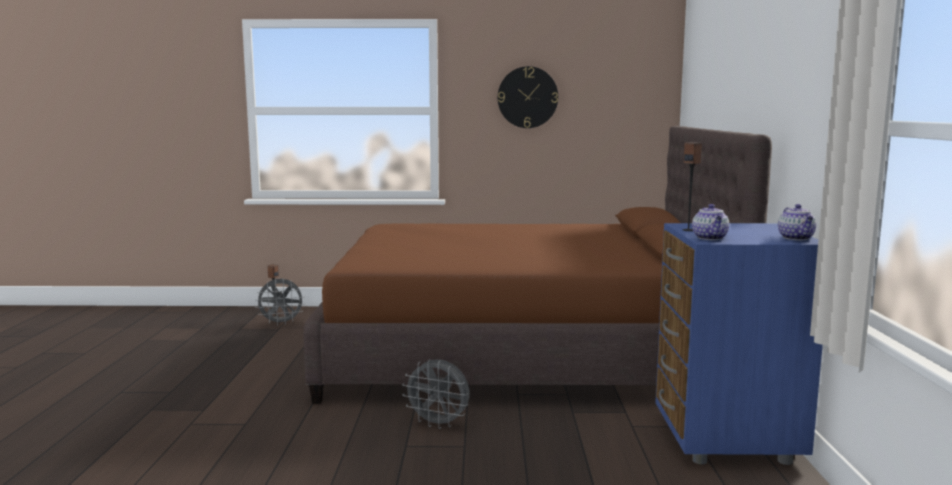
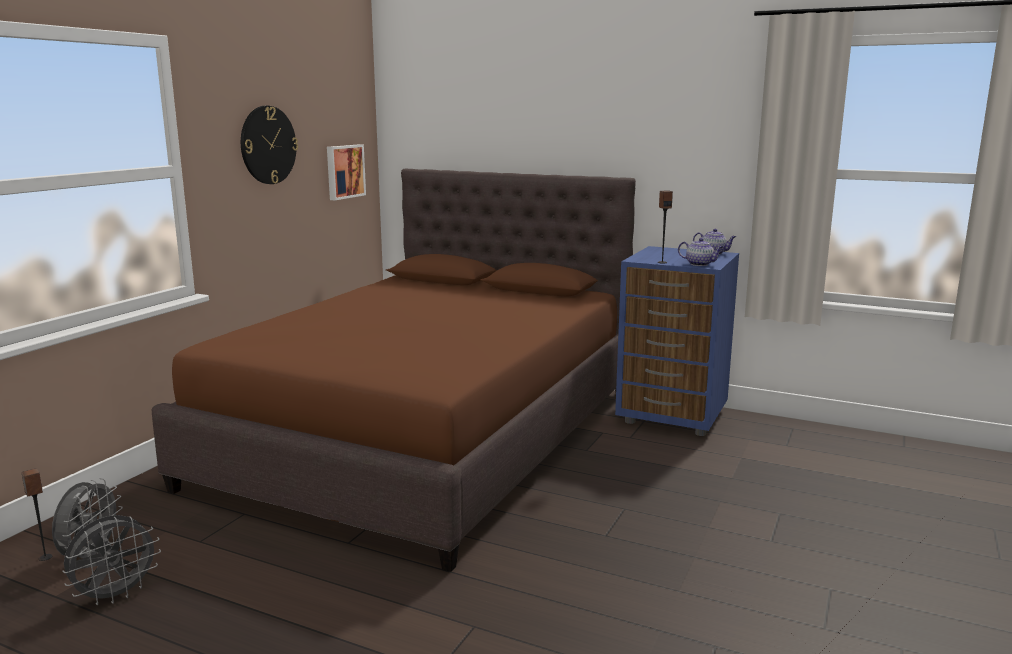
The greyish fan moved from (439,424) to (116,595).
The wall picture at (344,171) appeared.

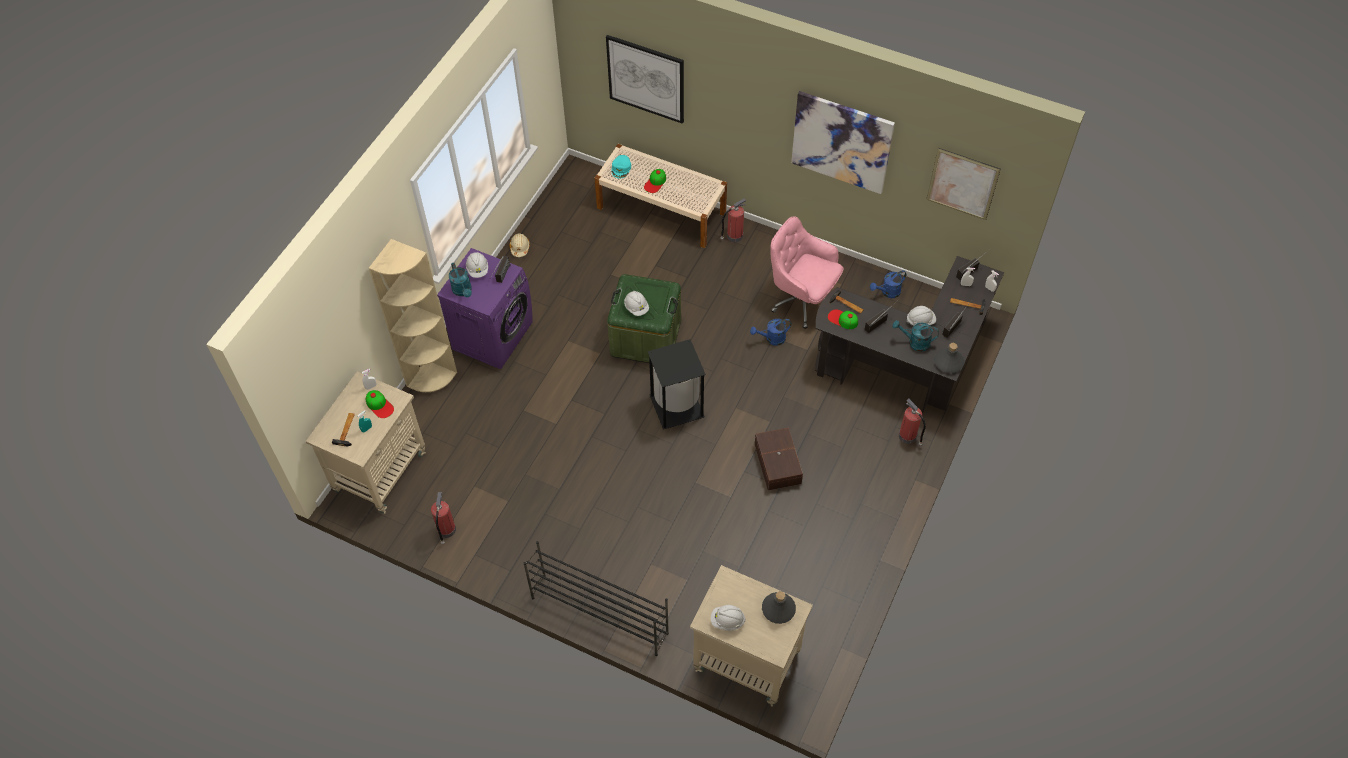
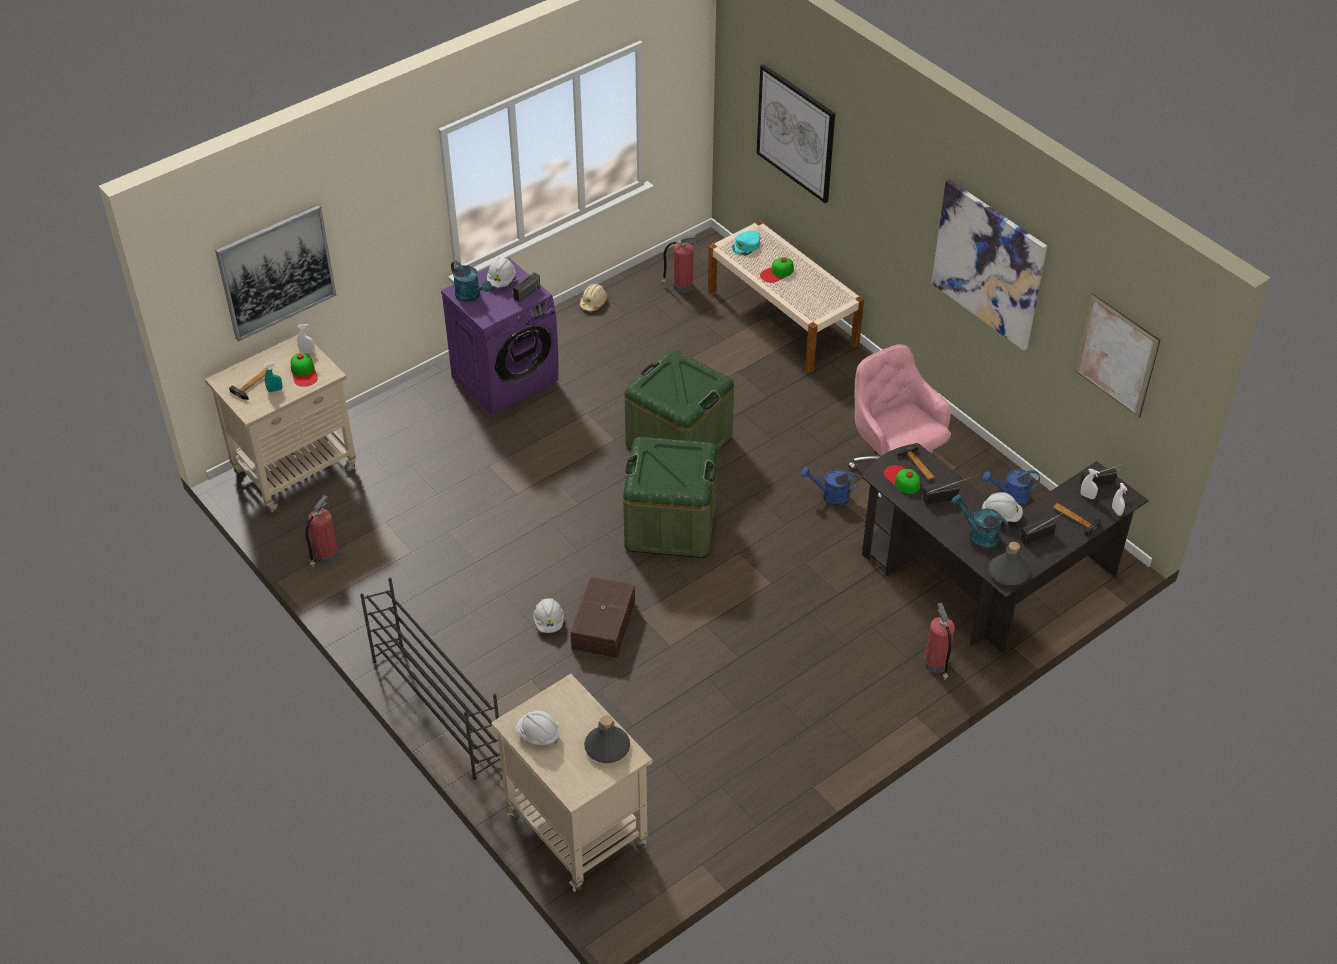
The wall picture at (276,272) appeared.
The blue-green watering can at (463,291) turned 45 degrees counterclockwise.
The white hard hat moved from (636,307) to (549,622).
The brown storage container moved from (777,464) to (602,626).
The blackish trash can at (677,405) was replaced by the green-coloured storage container at (670,525).
The fire extinguisher moved from (734,236) to (681,286).
The sand-coloured bookcase at (432,381) disappeared.

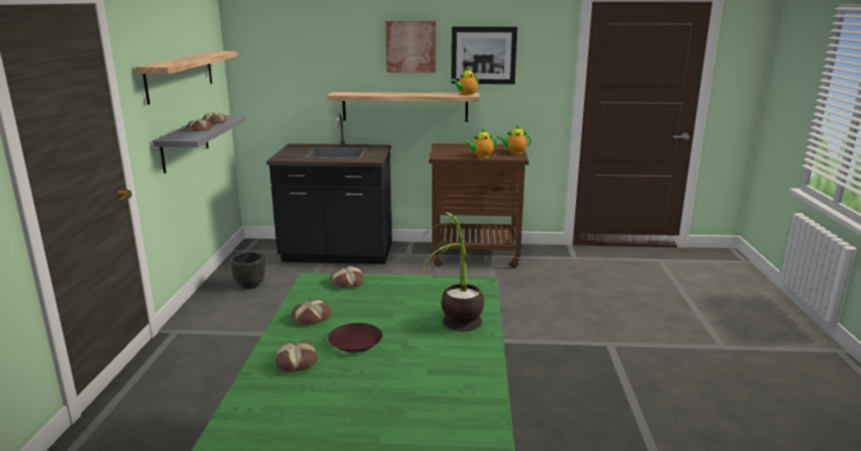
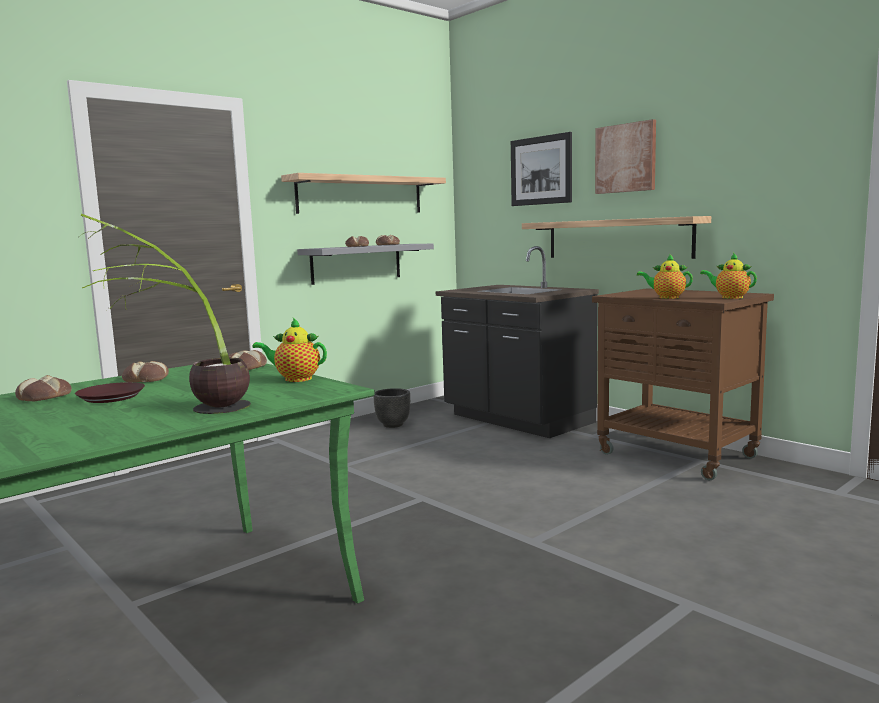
The tea pot moved from (466,95) to (295,379).
The wall picture moved from (483,55) to (541,170).

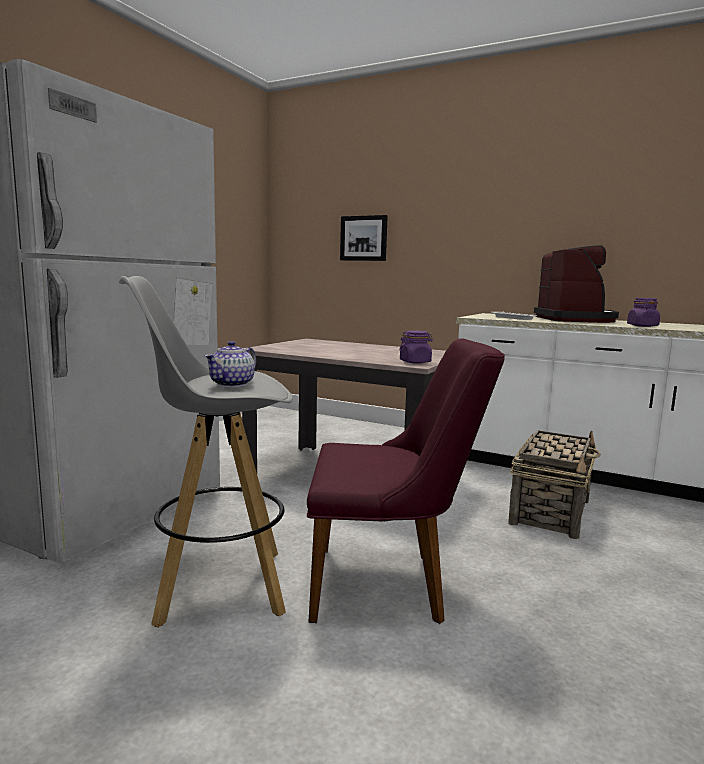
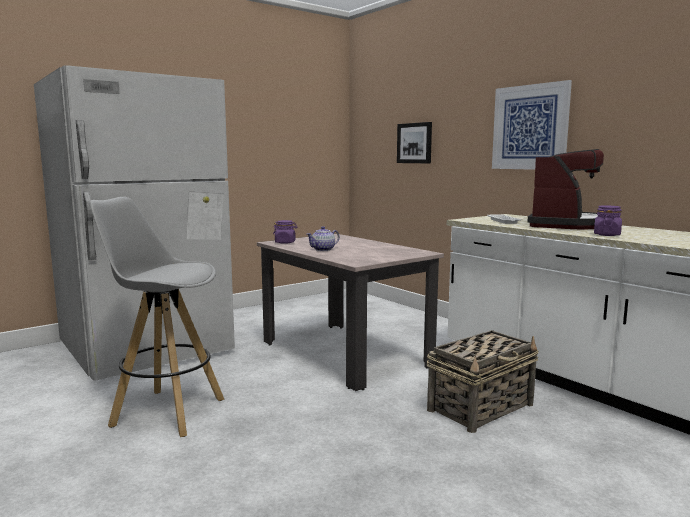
The purple preserve jar moved from (415,362) to (285,242).
The tea pot moved from (232,384) to (323,249).
The wall picture at (530,127) appeared.
The purple chair at (391,585) disappeared.

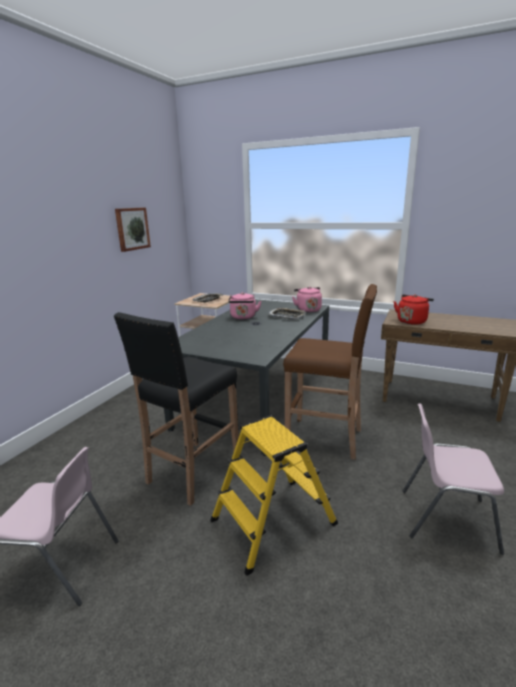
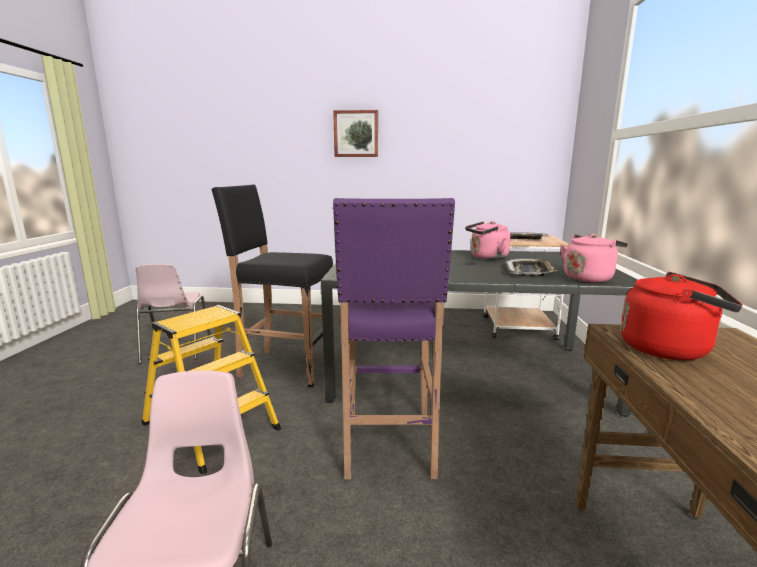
The wall picture moved from (132,229) to (356,134).
The brown stool at (326,438) became the purple stool at (389,443).

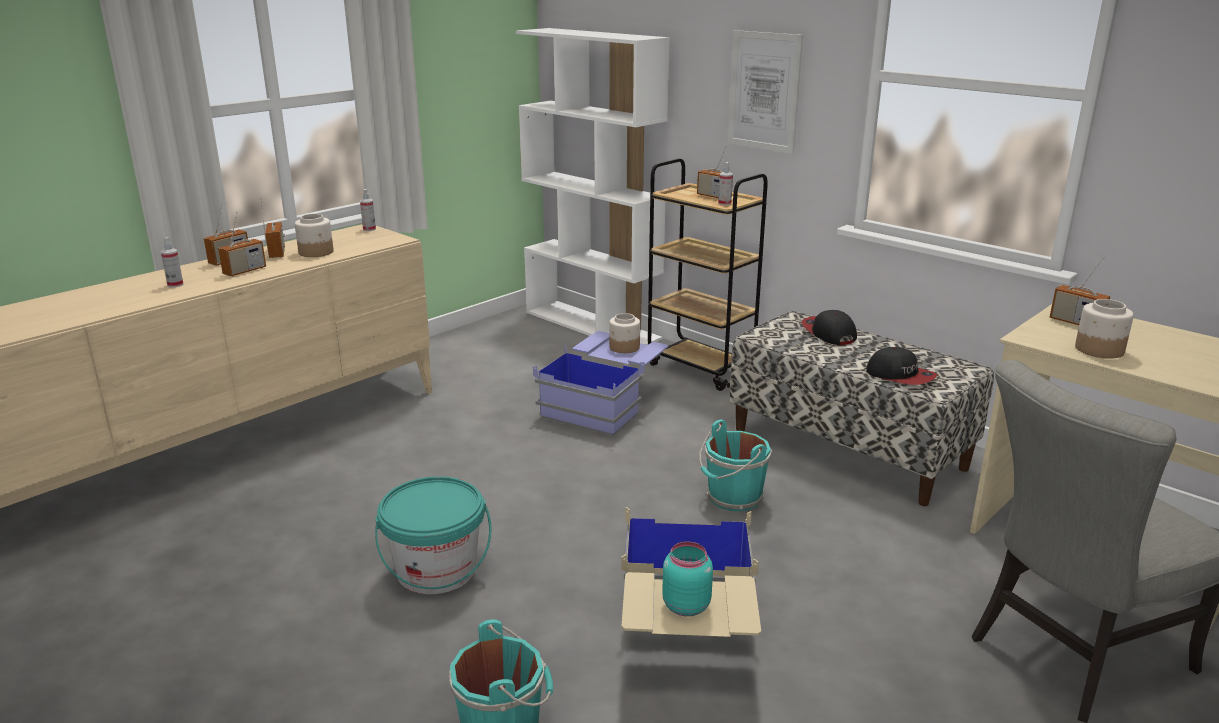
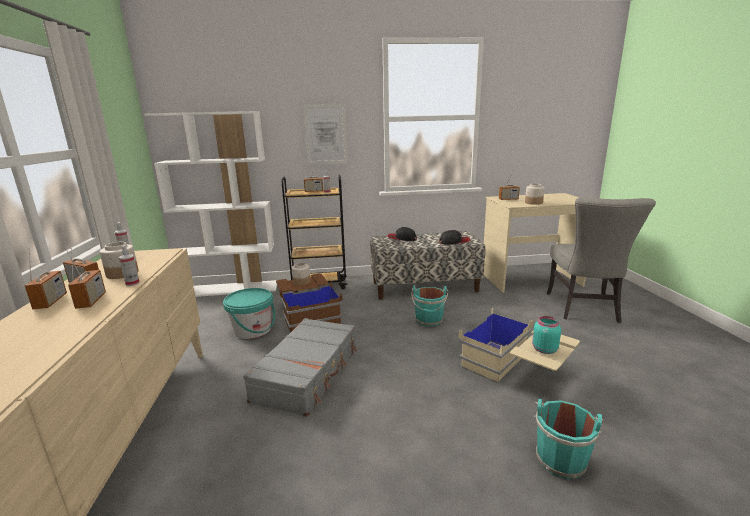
The sprayer moved from (175,285) to (132,283).
The blue-green water bucket moved from (436,570) to (252,330).
The greyish piece of luggage at (308,374) appeared.
The blue-coloured storage container at (605,404) became the brown storage container at (308,315).

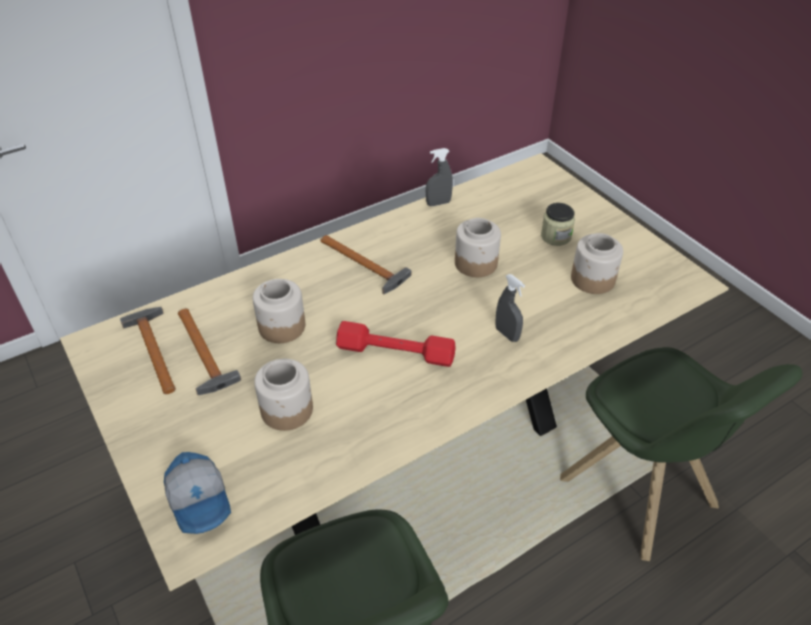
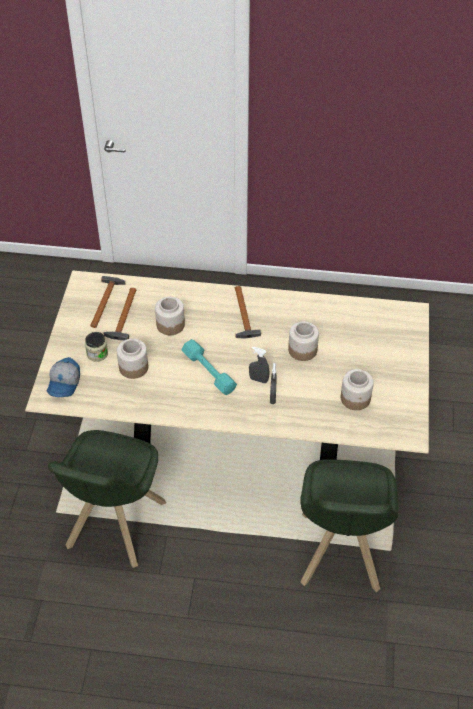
The preserve jar moved from (555,236) to (97,353).
The red-coloured free weight at (395,352) became the blue-green free weight at (209,371).
The greyish sprayer moved from (438,203) to (258,380).

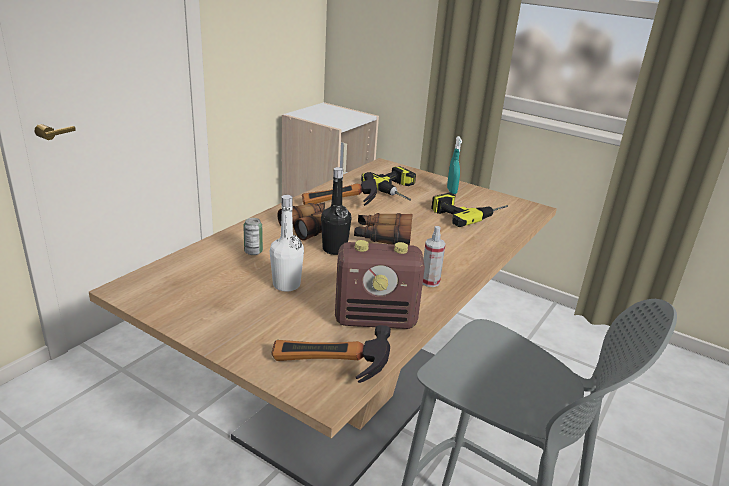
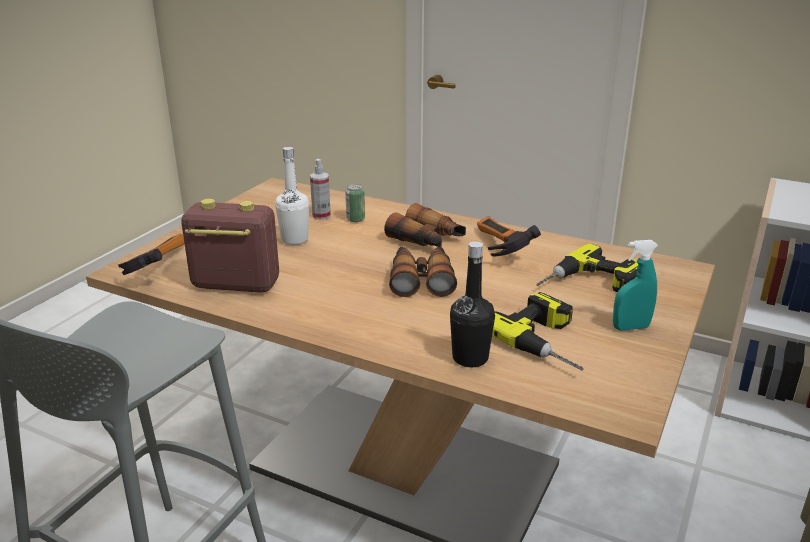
The radio at (376,320) turned 105 degrees clockwise.
The sprayer moved from (430,282) to (321,216).
The blackish beverage bottle moved from (334,249) to (470,358).

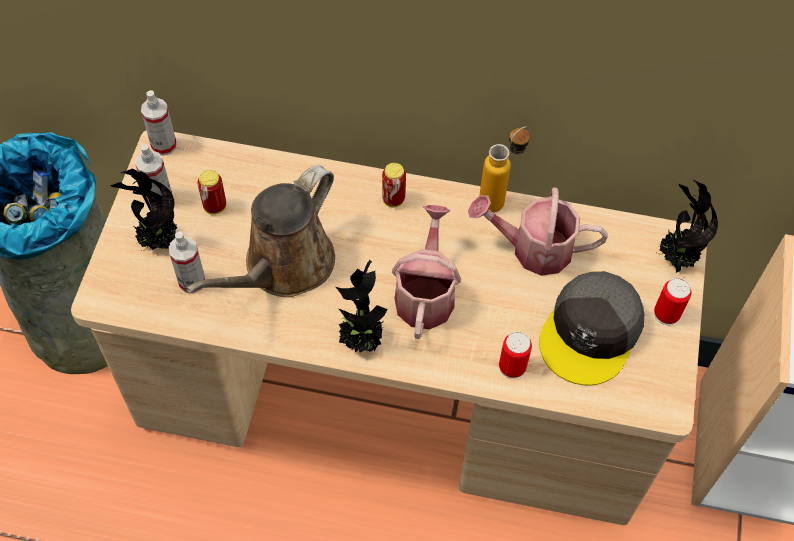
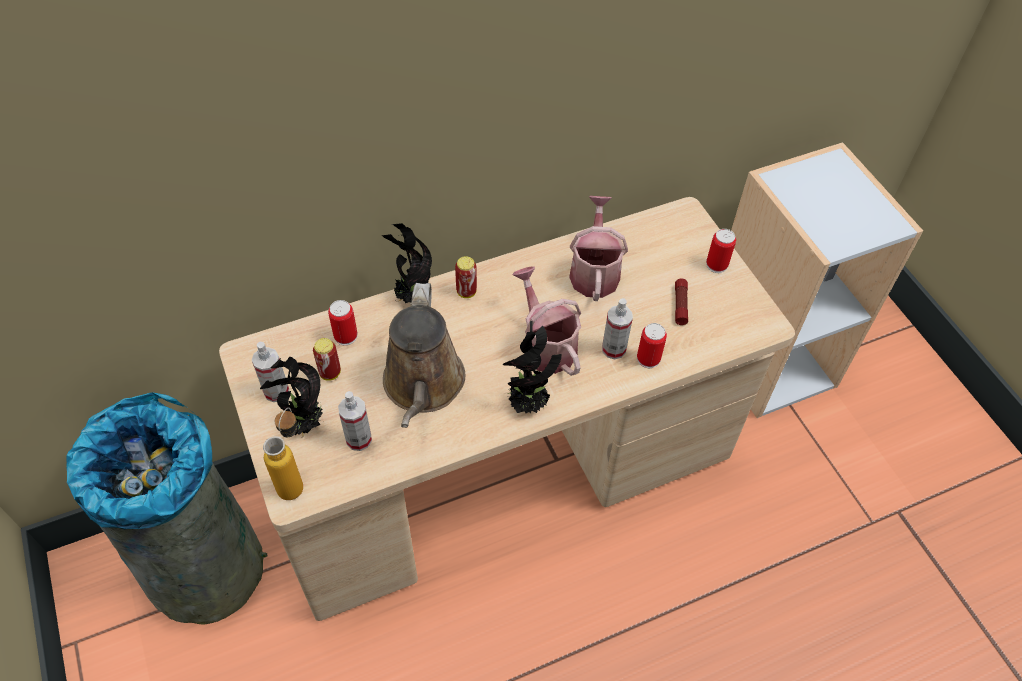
The beverage bottle moved from (499,198) to (295,479).
The sealed can at (345,336) appeared.
The potted plant moved from (674,257) to (411,298).
The watering can at (533,249) turned 120 degrees clockwise.
The sprayer moved from (164,145) to (613,349).
The greyish cap at (591,333) was replaced by the torch at (680,305).

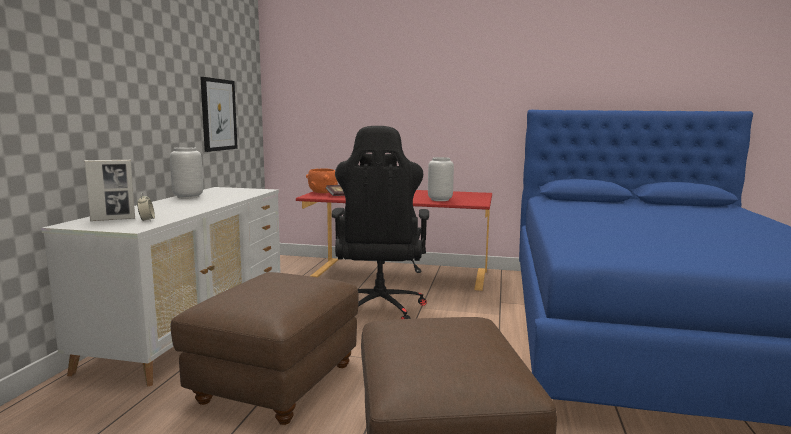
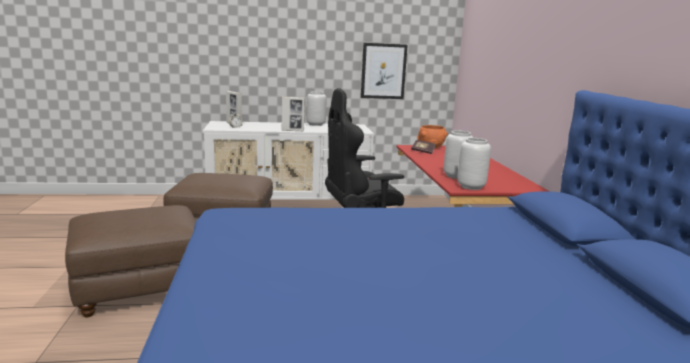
The standing frame at (292,131) appeared.
The greyish decorative vase at (470,186) appeared.

